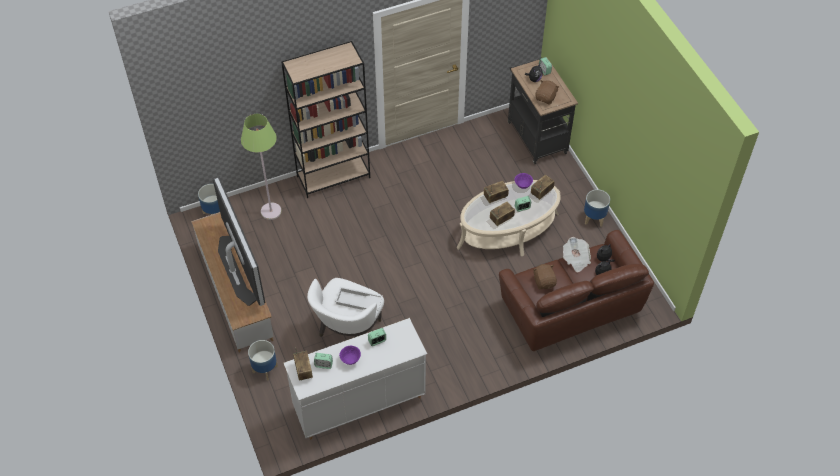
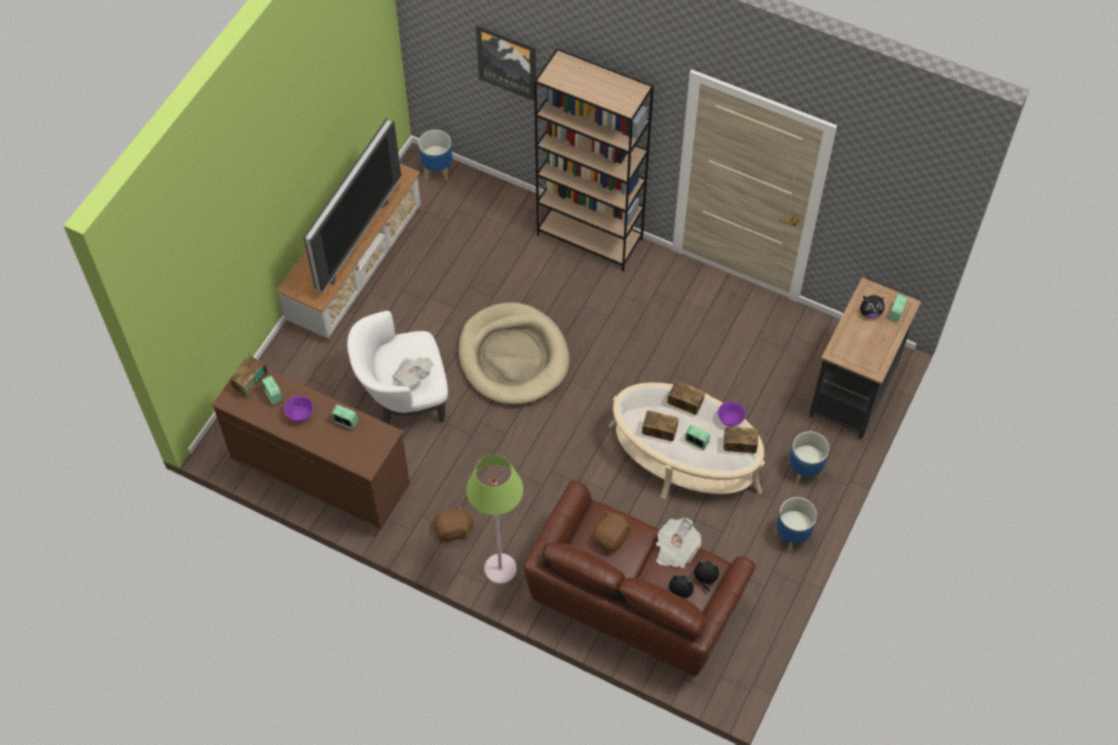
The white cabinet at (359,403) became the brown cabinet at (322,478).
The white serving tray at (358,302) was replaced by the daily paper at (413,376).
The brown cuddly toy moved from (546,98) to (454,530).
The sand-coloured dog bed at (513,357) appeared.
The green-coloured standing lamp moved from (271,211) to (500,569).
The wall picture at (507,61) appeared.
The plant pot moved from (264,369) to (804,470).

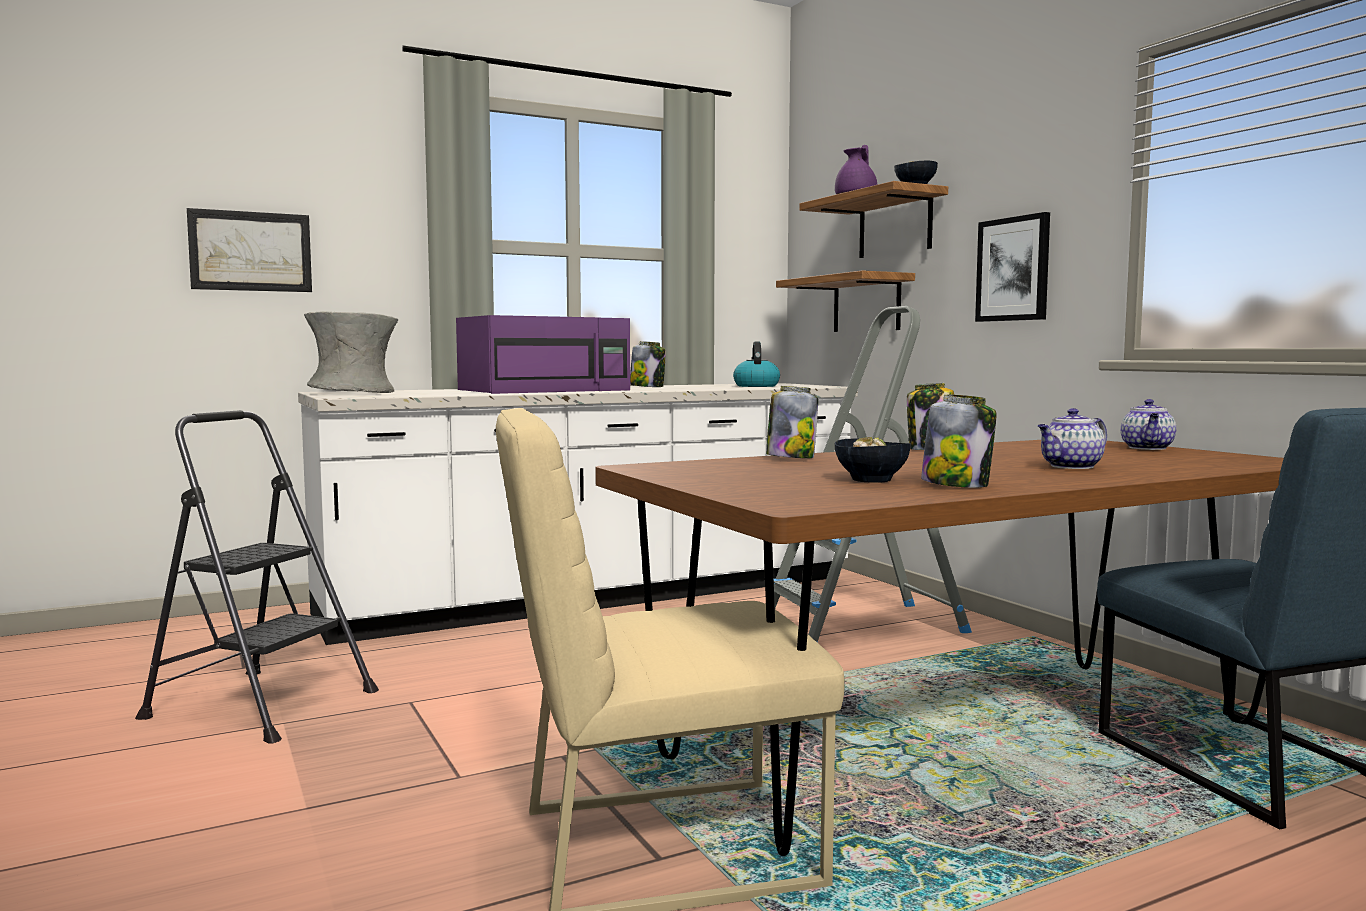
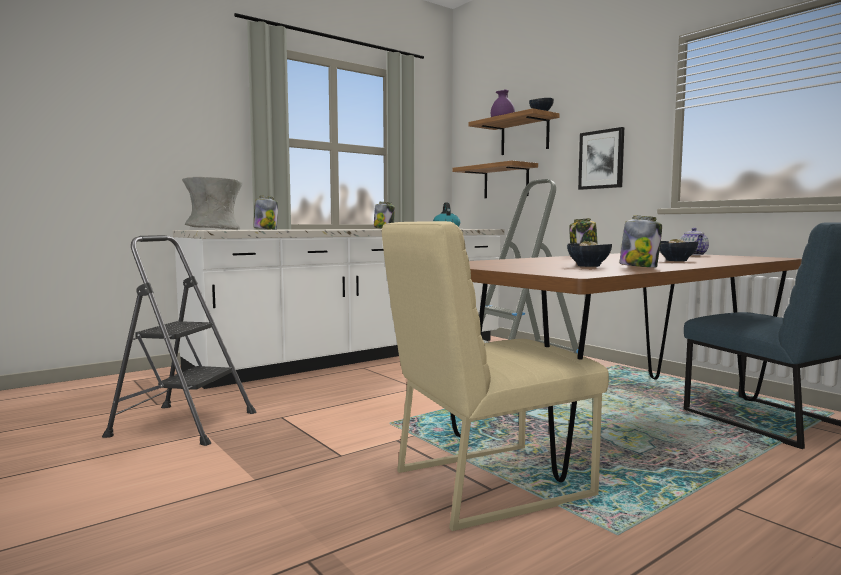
The preserve jar moved from (790,457) to (265,229).
The tea pot at (1071,467) was replaced by the serving bowl at (676,260).
The wall picture at (251,251) disappeared.
The purple kitchen microwave at (546,390) disappeared.

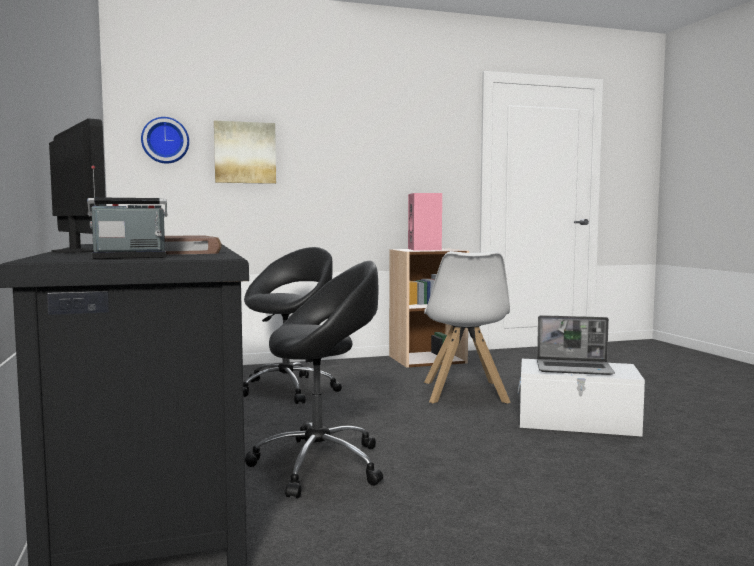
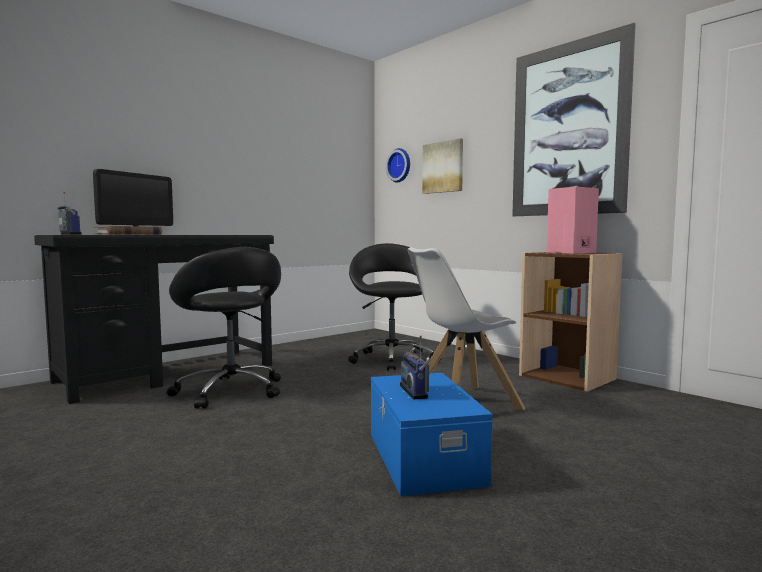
The blackish computer chair at (289,388) turned 120 degrees counterclockwise.
The white storage container at (577,421) became the blue-coloured storage container at (422,458).
The notebook computer at (574,369) was replaced by the radio at (416,391).
The wall picture at (568,130) appeared.

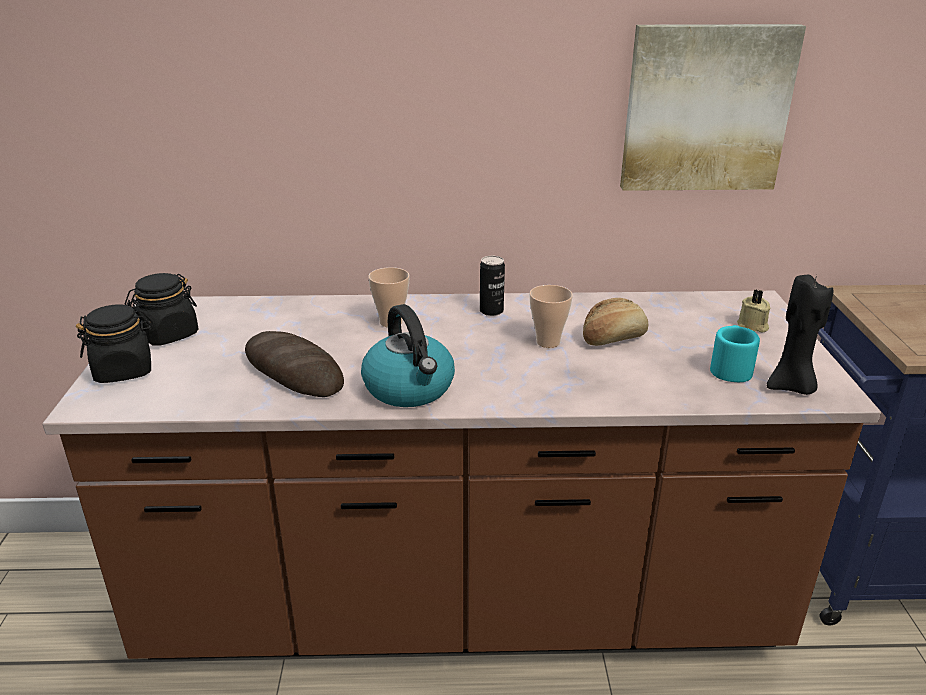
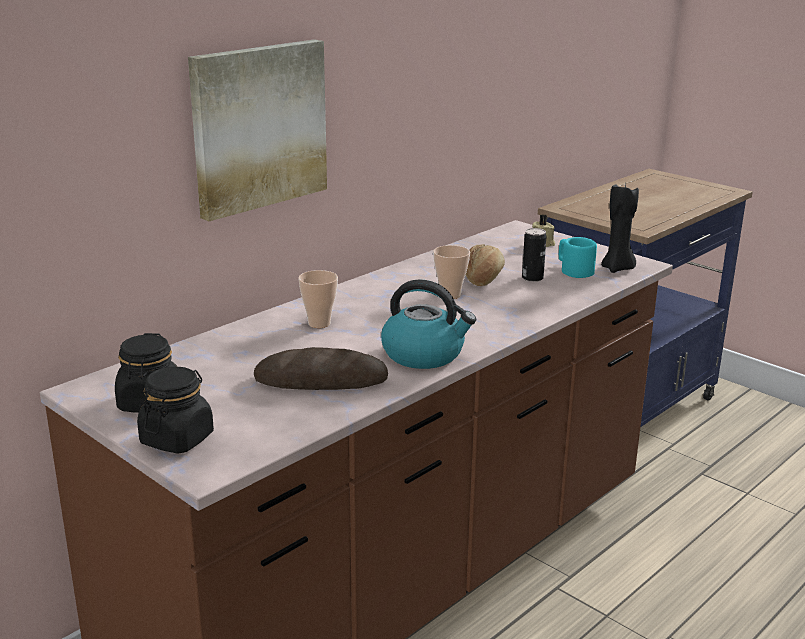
The wall picture moved from (705,108) to (258,127).
The sealed can moved from (491,311) to (532,278).

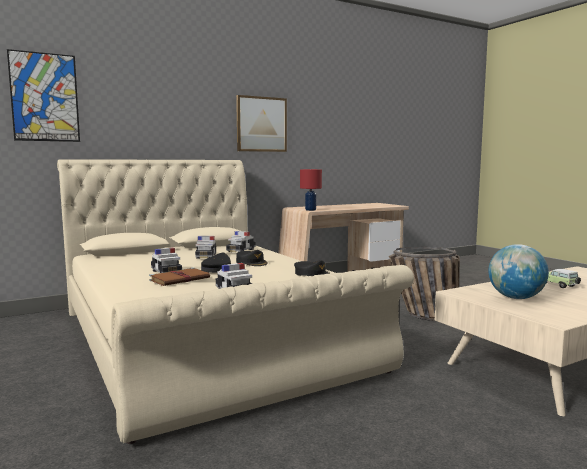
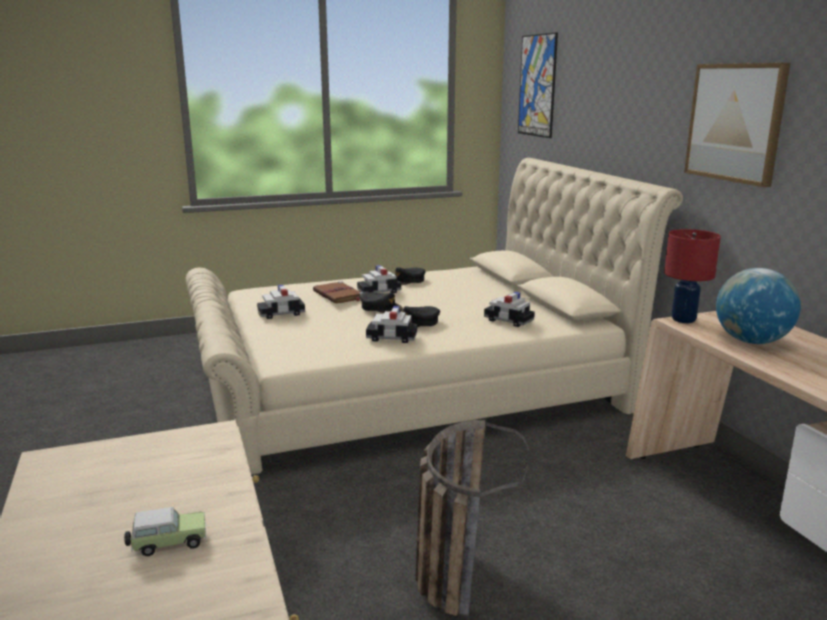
The model car moved from (206,256) to (391,337).
The blackish cap moved from (312,274) to (407,281).
The world globe moved from (515,298) to (751,341).

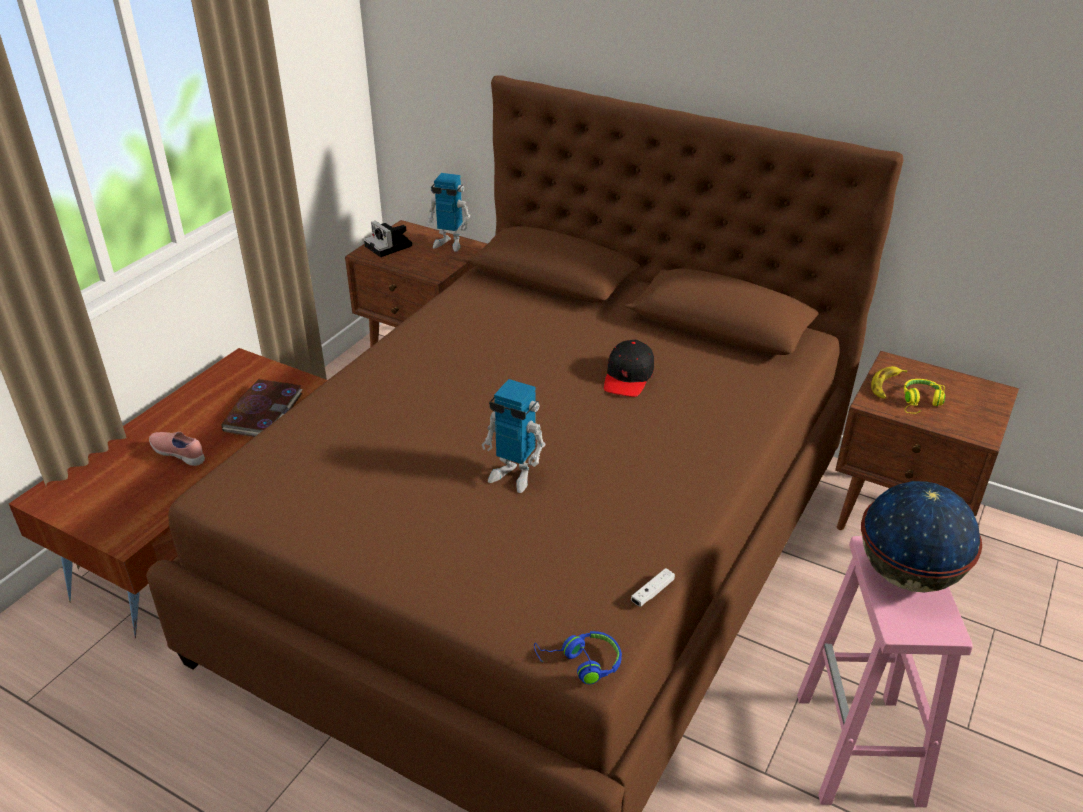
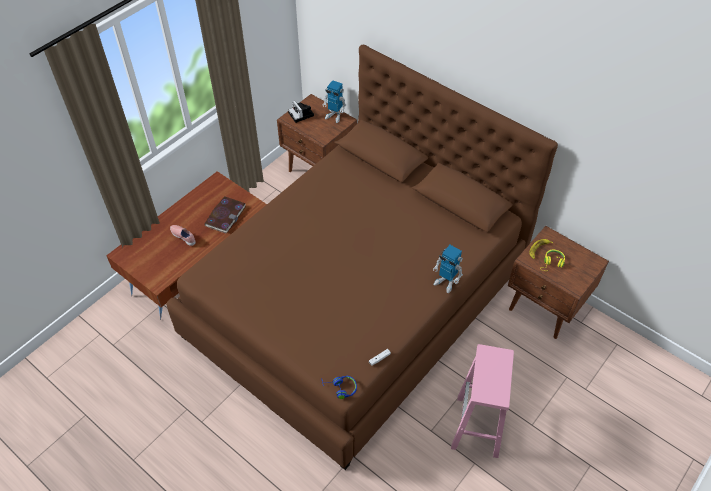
The toy robot moved from (513,475) to (445,282).
The blackish cap at (628,377) disappeared.
The world globe at (907,574) disappeared.

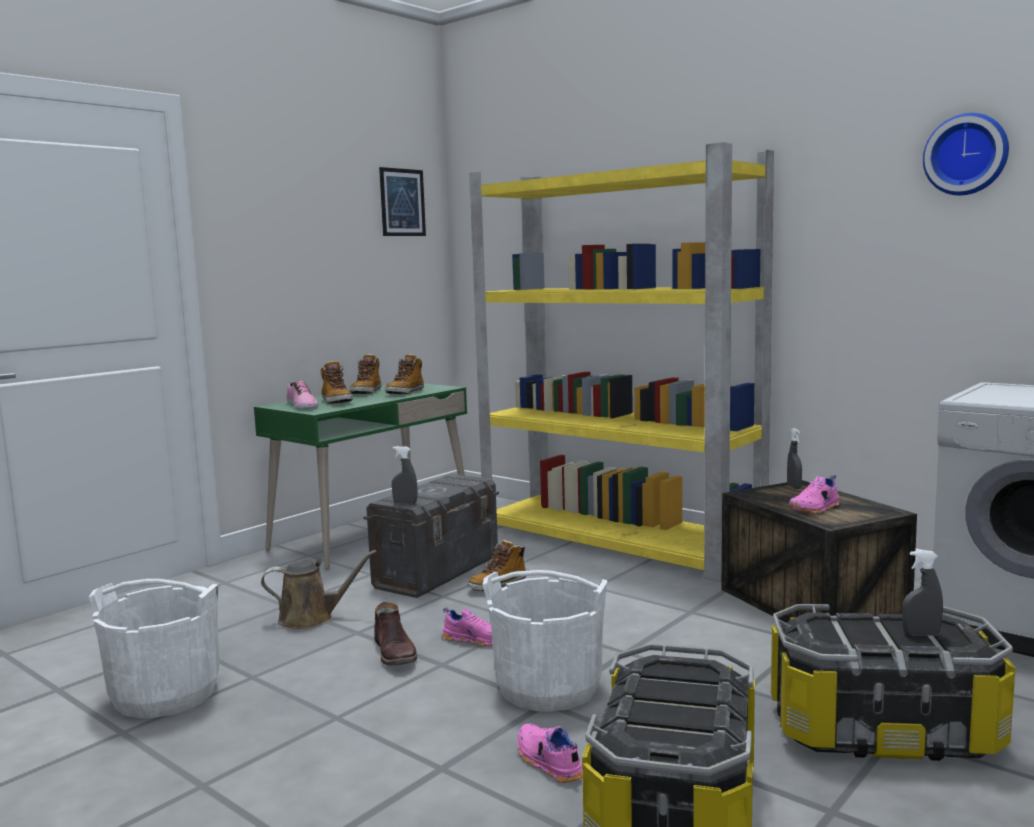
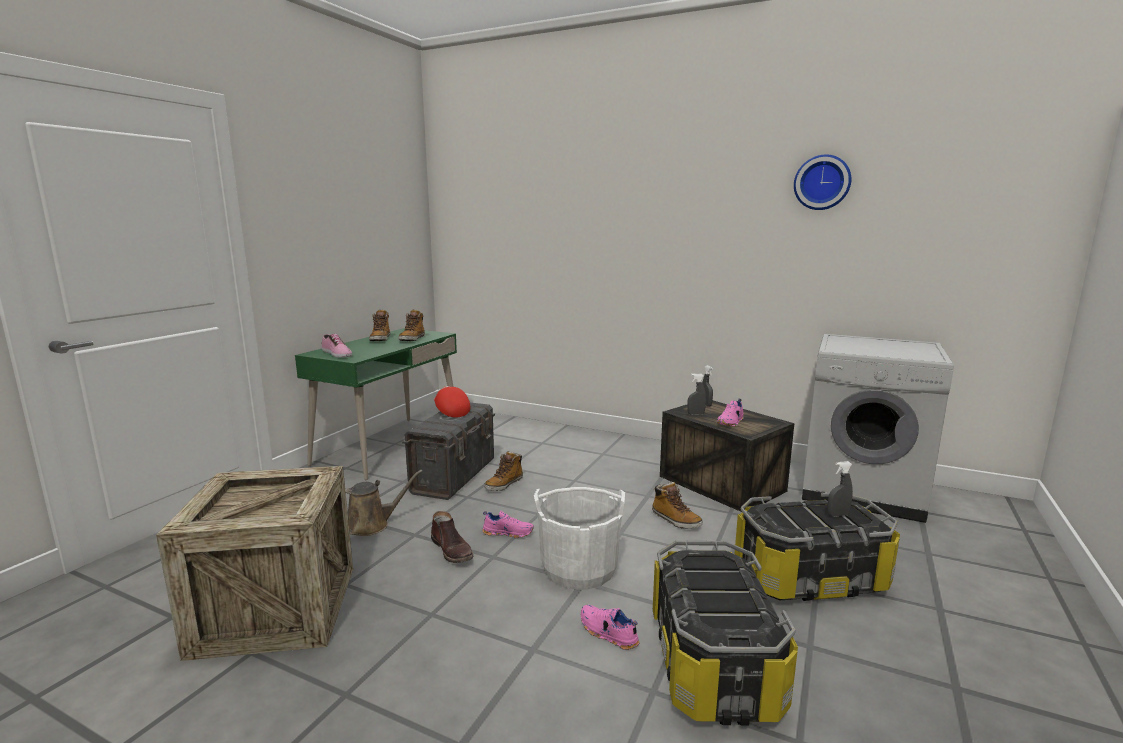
The white water bucket at (166,694) was replaced by the shipping crate at (276,609).
The red-coloured cap at (450,411) appeared.
The tall boot moved from (336,401) to (675,520).
The greyish sprayer moved from (405,503) to (695,414).
The wall picture at (402,202) disappeared.
The yellow-coloured bookcase at (617,539) disappeared.

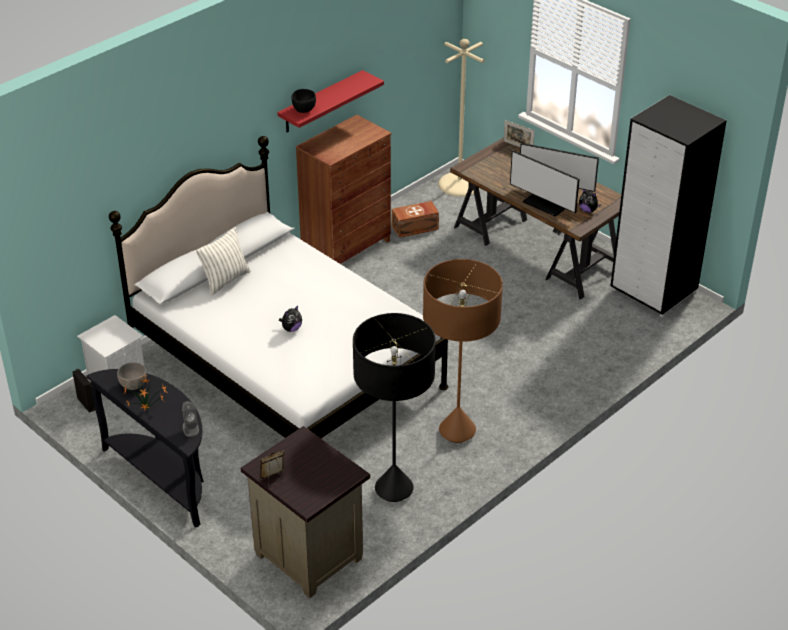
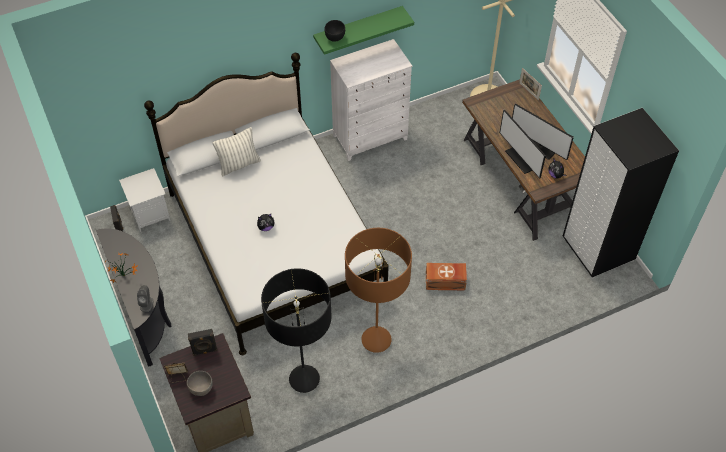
The greyish serving bowl moved from (133,385) to (201,388).
The blackish speaker at (205,351) appeared.
The red-coloured wall shelf at (321,102) became the green-coloured wall shelf at (358,28).
The brown dresser at (348,249) became the white dresser at (371,138).
The brown storage container moved from (416,228) to (445,282).

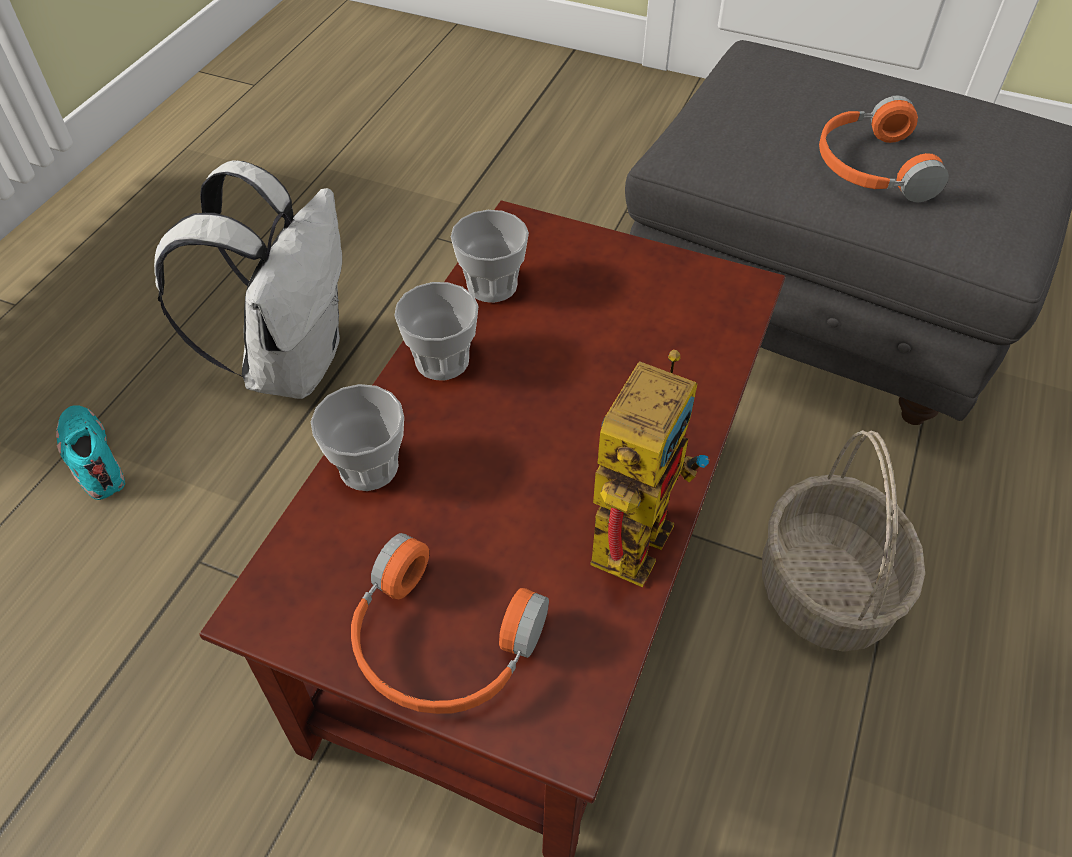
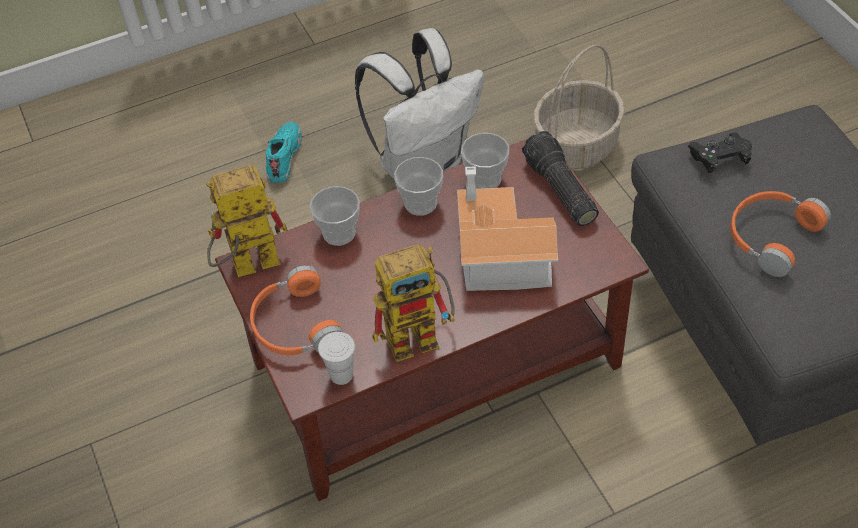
The toy robot at (246,268) appeared.
The white drinking cup at (341,375) appeared.
The model house at (497,254) appeared.
The torch at (558,190) appeared.
The household basket moved from (826,590) to (576,146).
The blackish joypad at (719,159) appeared.

